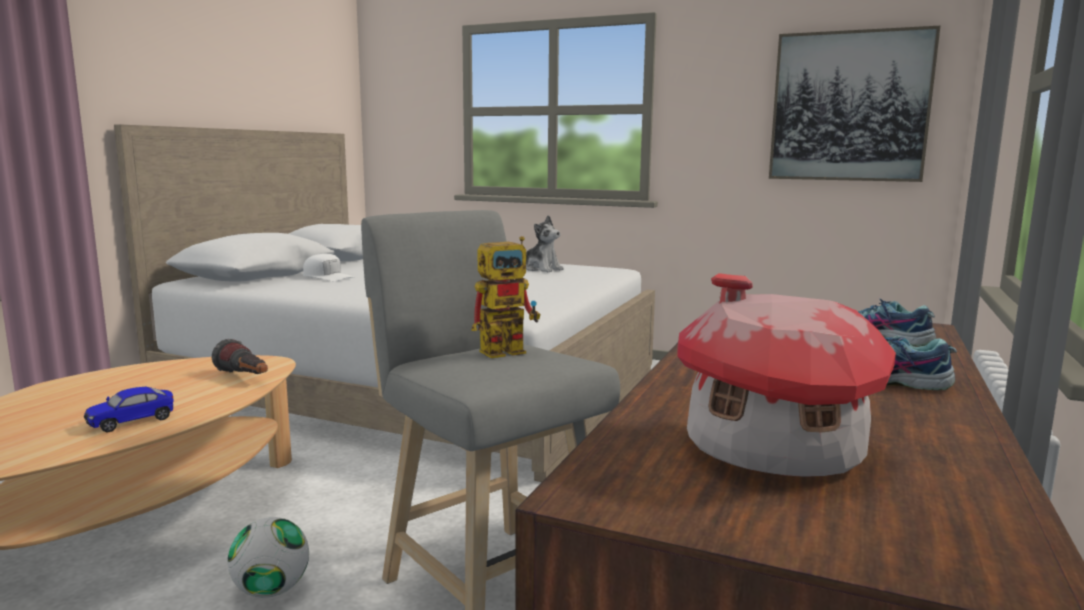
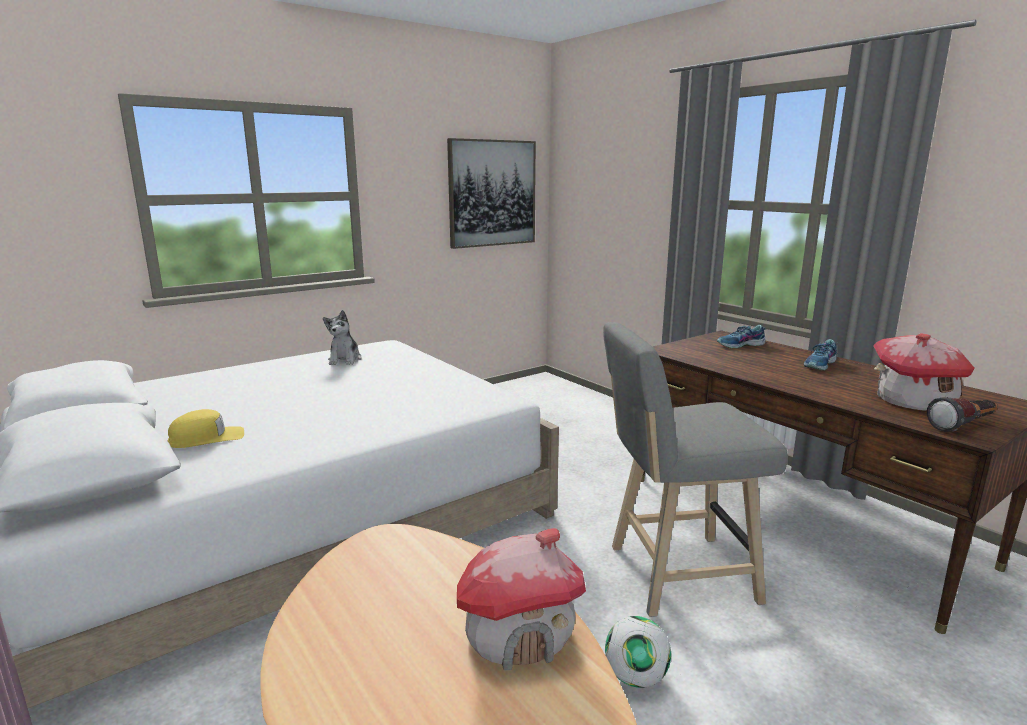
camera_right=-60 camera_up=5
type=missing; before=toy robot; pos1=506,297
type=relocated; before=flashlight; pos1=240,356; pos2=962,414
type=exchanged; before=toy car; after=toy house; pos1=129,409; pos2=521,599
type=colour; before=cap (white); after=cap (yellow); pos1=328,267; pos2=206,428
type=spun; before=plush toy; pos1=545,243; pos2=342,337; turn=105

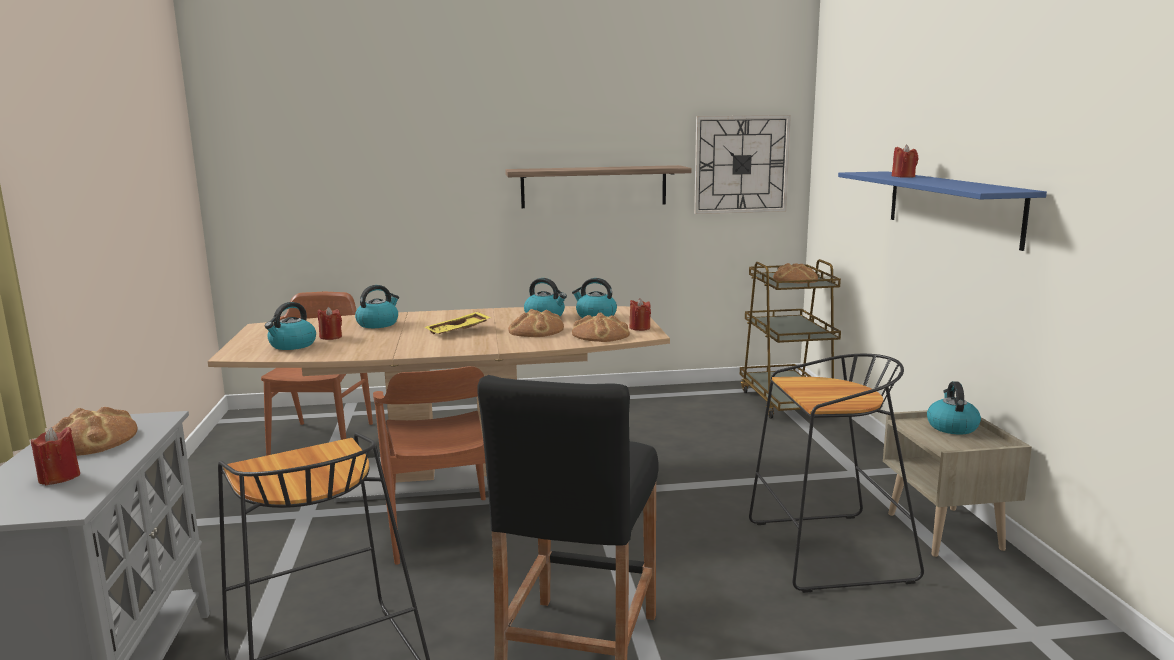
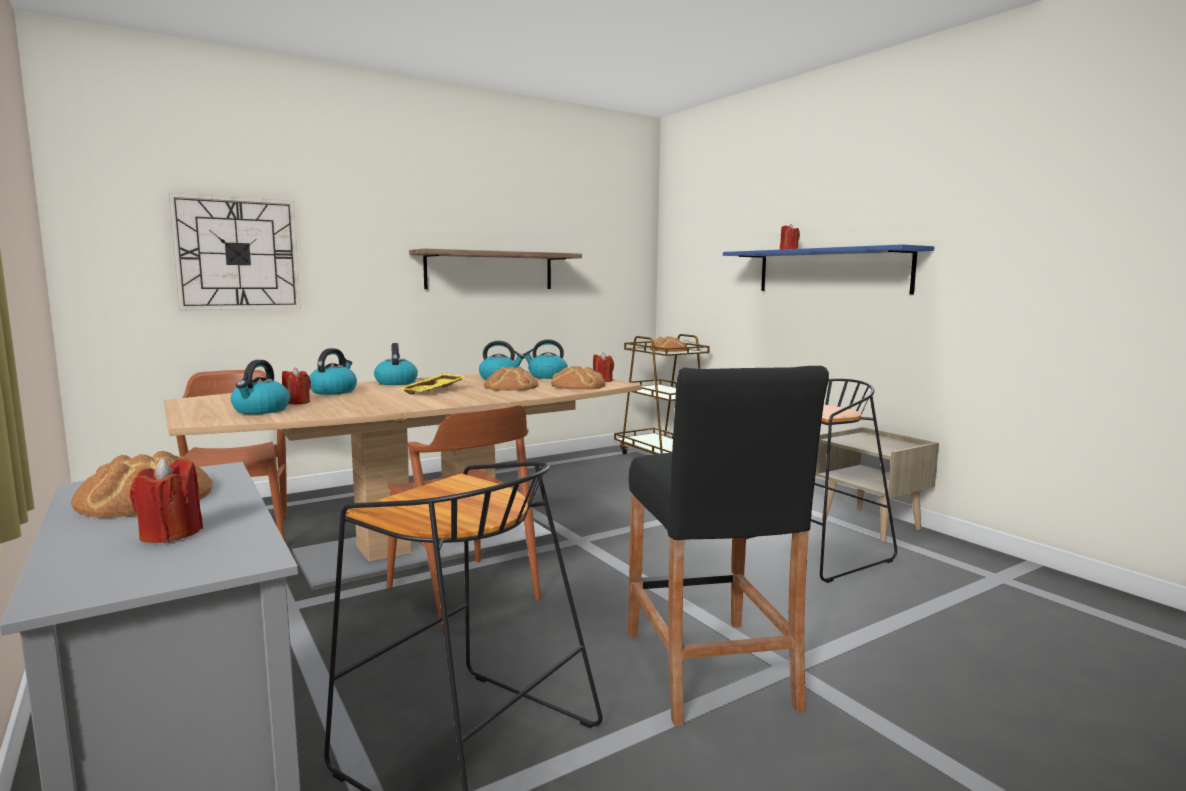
camera_right=-25 camera_up=-5
type=relocated; before=wall clock; pos1=742,164; pos2=234,251
type=relocated; before=kettle; pos1=954,407; pos2=396,364

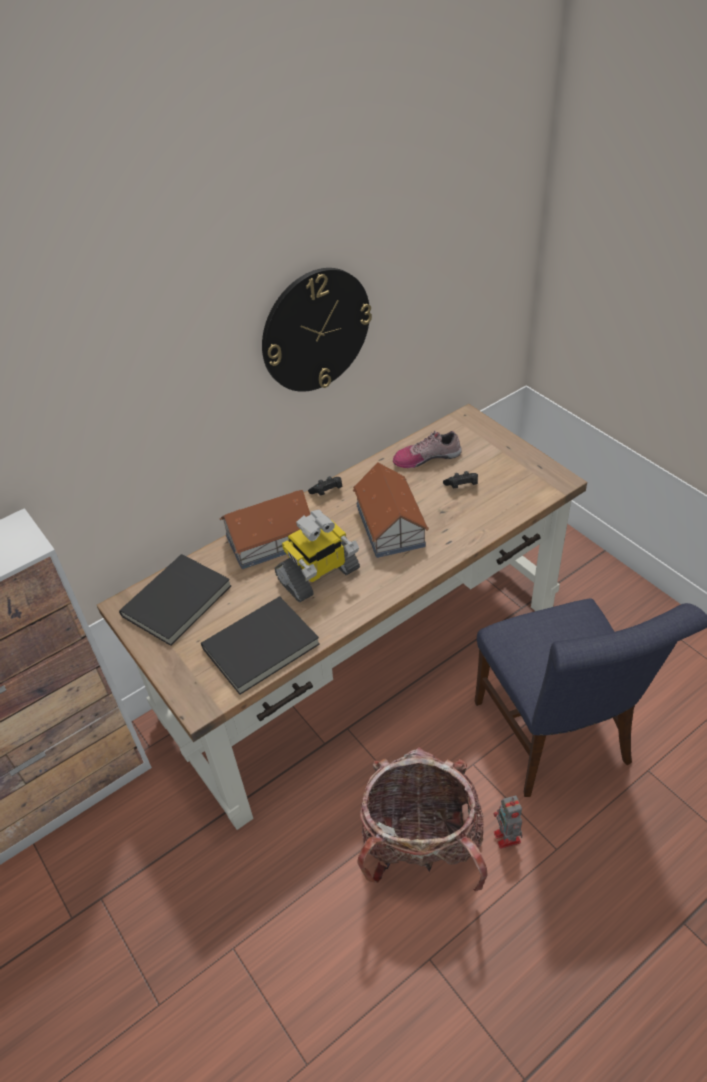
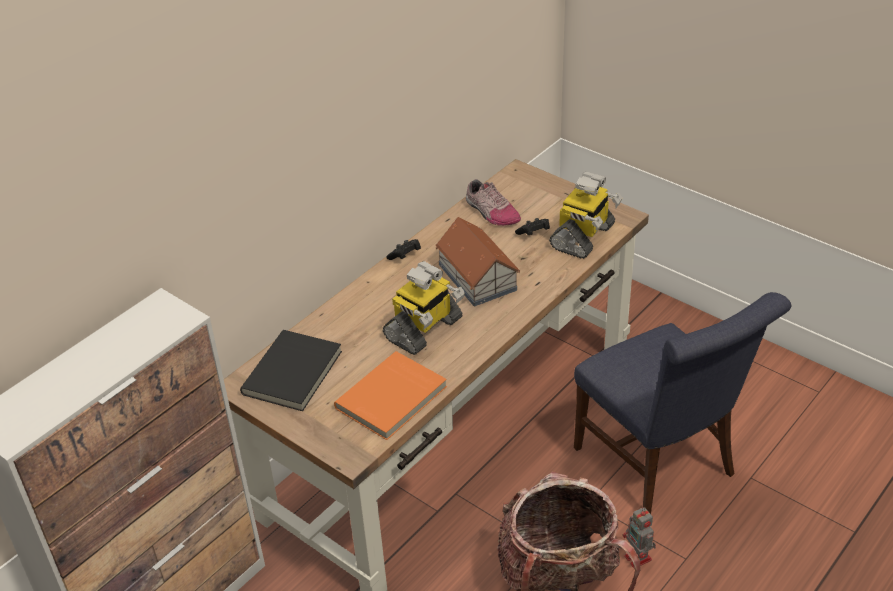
camera_right=-15 camera_up=-5
type=missing; before=toy house; pos1=264,529
type=missing; before=wall clock; pos1=317,330
type=appeared; after=toy robot; pos2=586,215
type=colour; before=book (black); after=book (orange); pos1=260,645; pos2=390,395
type=spun; before=shoe; pos1=427,449; pos2=493,202; turn=-105

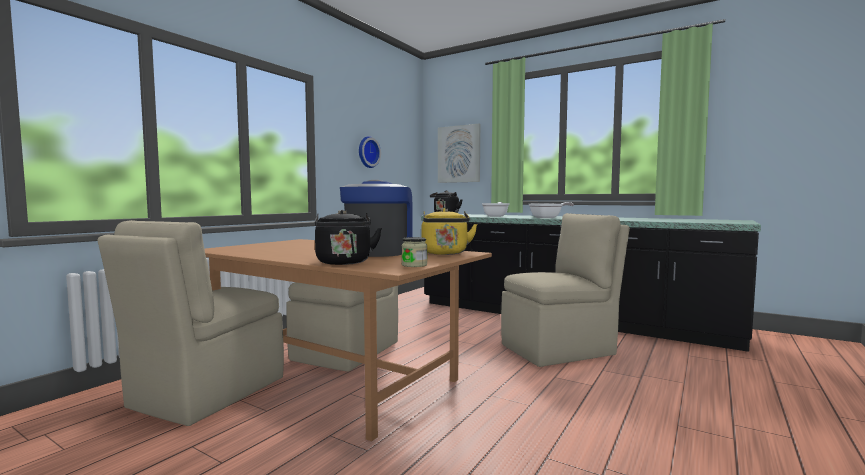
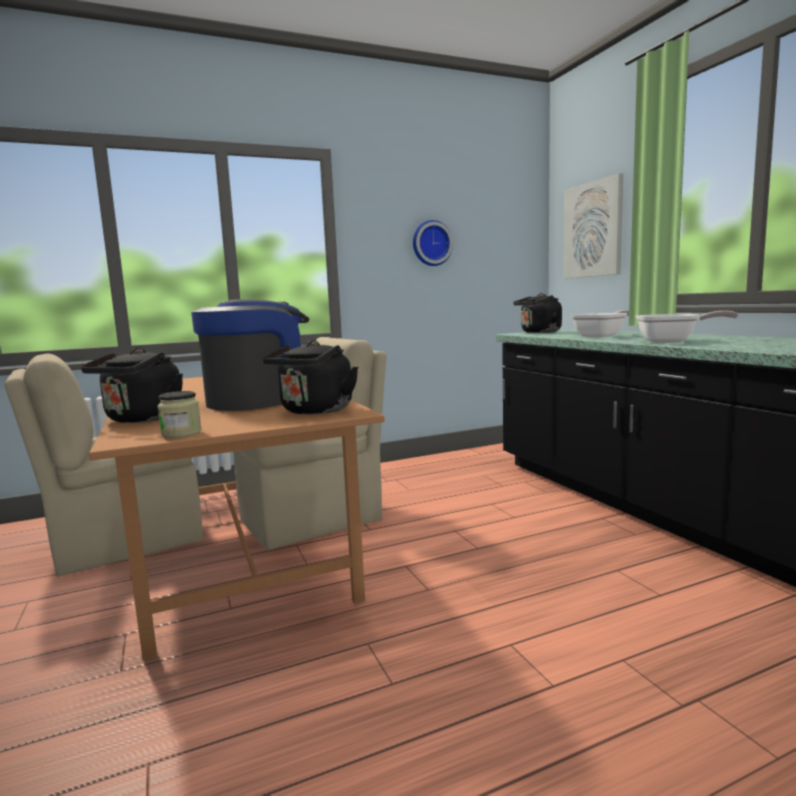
camera_right=35 camera_up=5
type=missing; before=chair (beige); pos1=565,290
type=colour; before=kettle (yellow); after=kettle (black); pos1=449,231; pos2=310,377

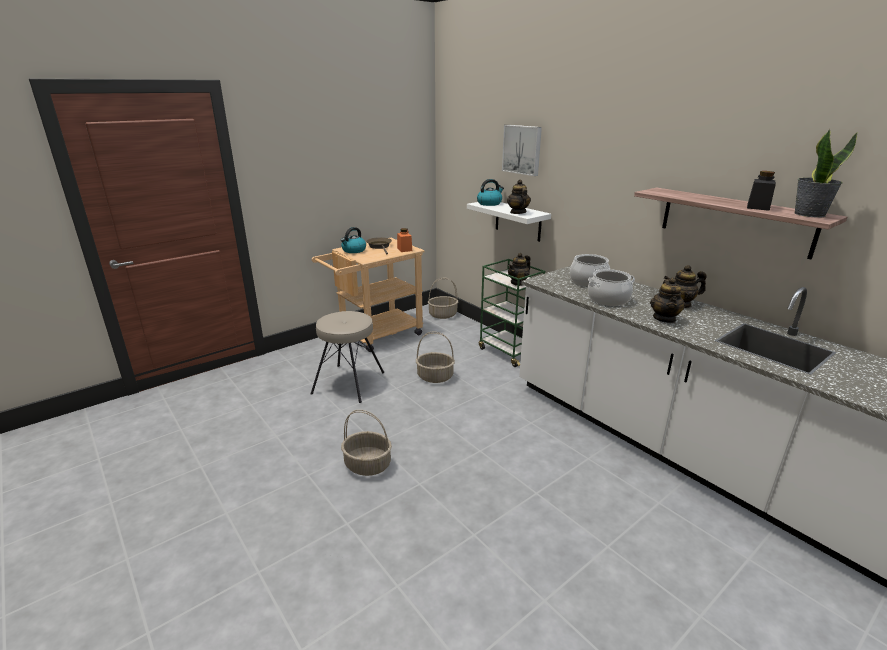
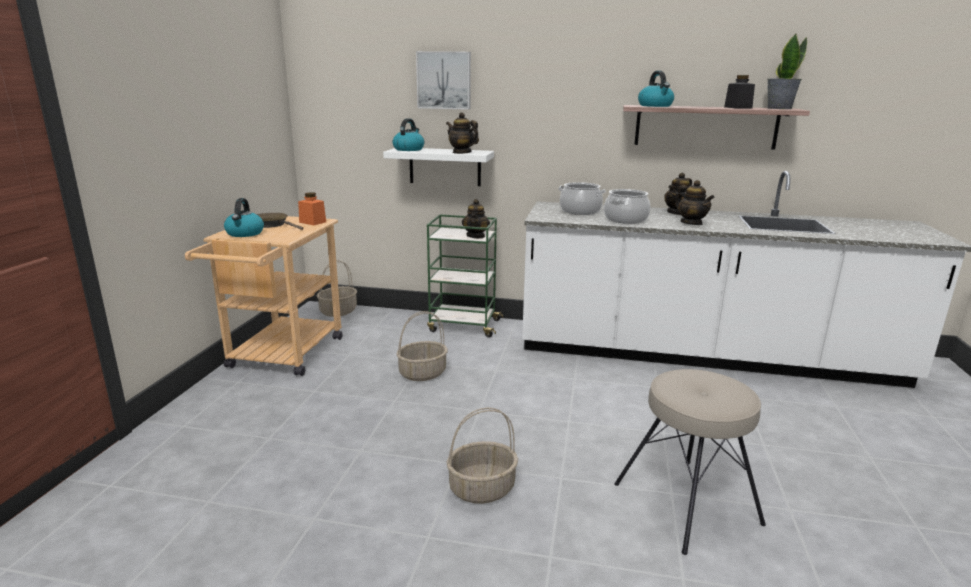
camera_right=-40 camera_up=-5
type=appeared; after=kettle; pos2=656,89
type=relocated; before=stool (beige); pos1=348,357; pos2=690,462

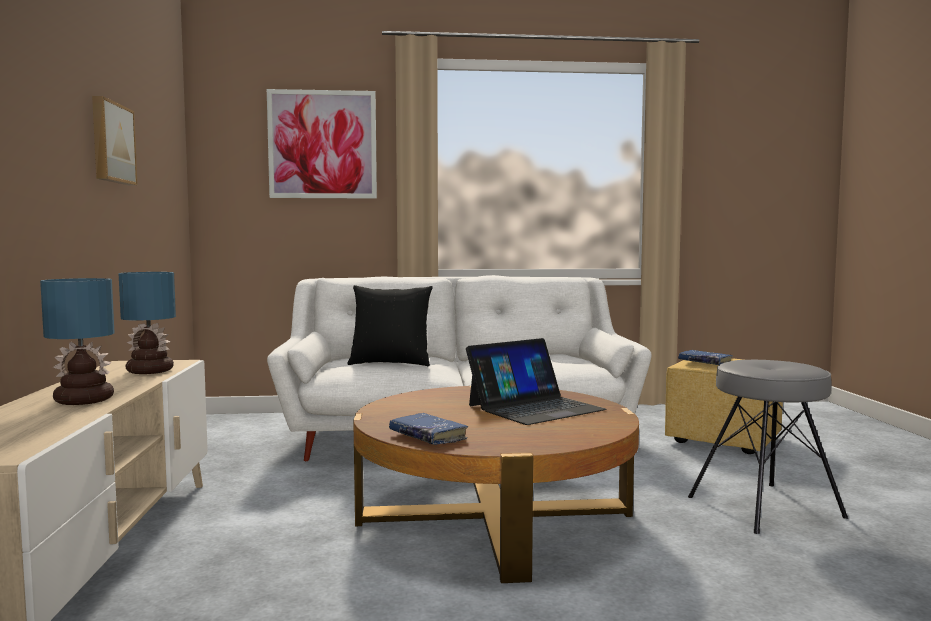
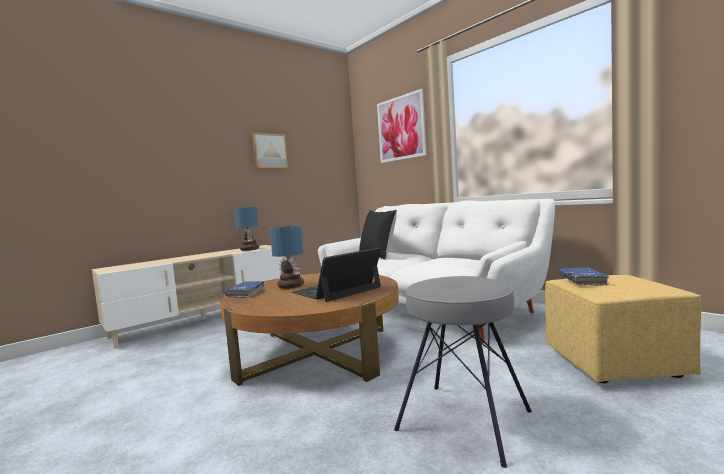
camera_right=55 camera_up=0
type=relocated; before=table lamp; pos1=77,341; pos2=287,257
type=spun; before=laptop; pos1=536,381; pos2=336,274; turn=120

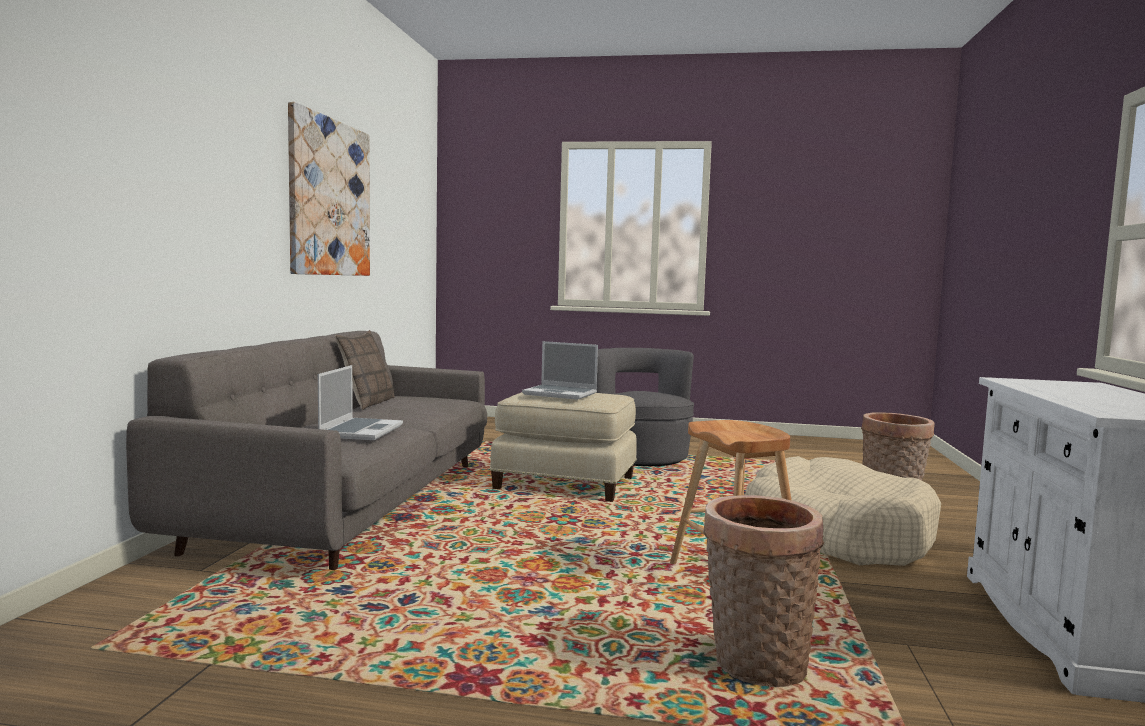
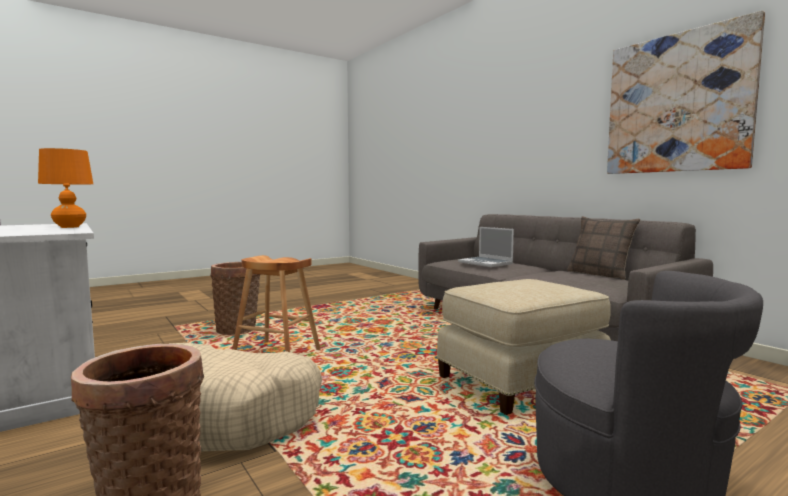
camera_right=135 camera_up=0
type=missing; before=laptop; pos1=560,370
type=appeared; after=table lamp (orange); pos2=65,188

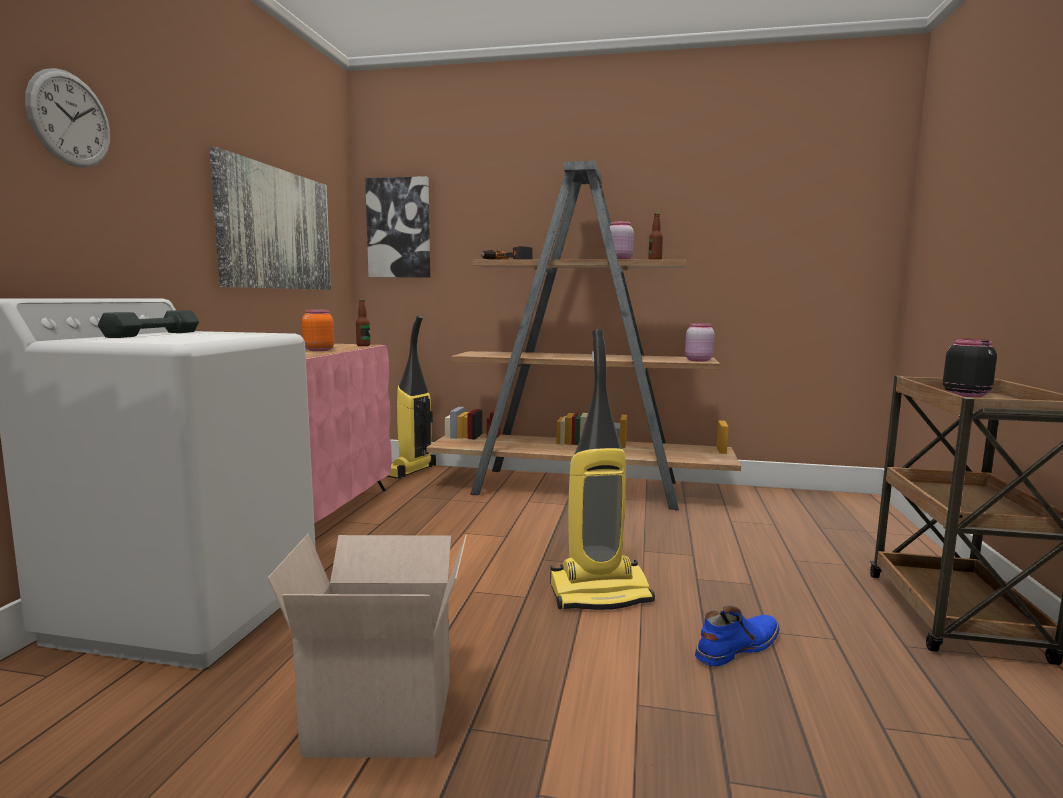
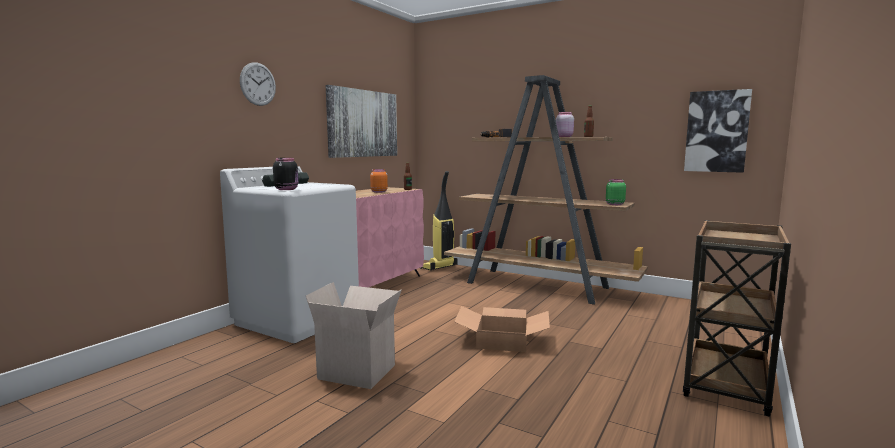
camera_right=20 camera_up=0
type=missing; before=boot (blue); pos1=737,636
type=relocated; before=picture; pos1=397,226; pos2=718,131
type=relocated; before=jar (black); pos1=970,368; pos2=285,174
type=exchanged; before=vacuum cleaner; after=cardboard box; pos1=602,469; pos2=502,329
type=colour; before=jar (pink); after=jar (green); pos1=700,342; pos2=616,192

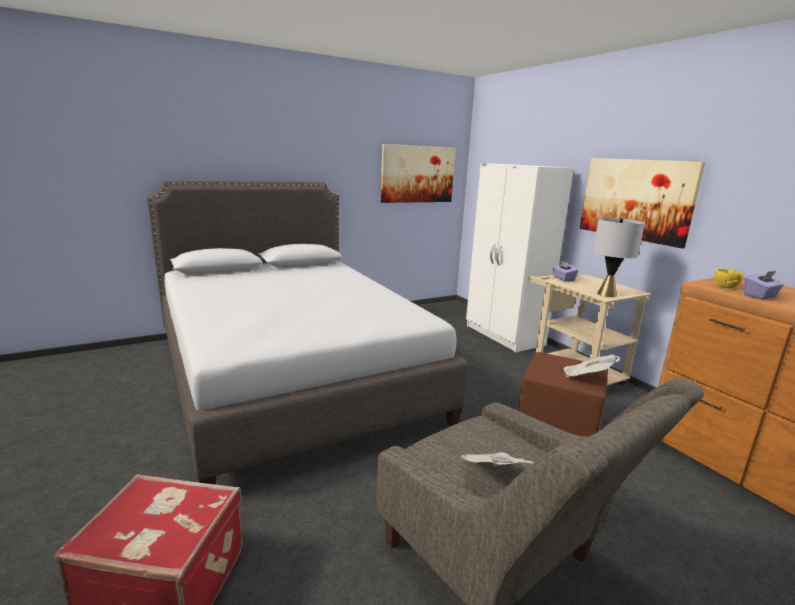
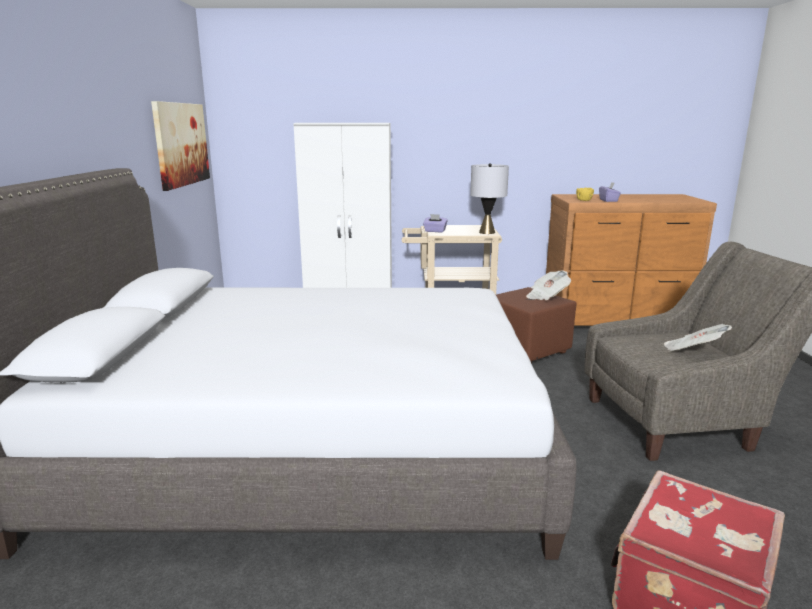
camera_right=-60 camera_up=0
type=missing; before=picture; pos1=642,203

